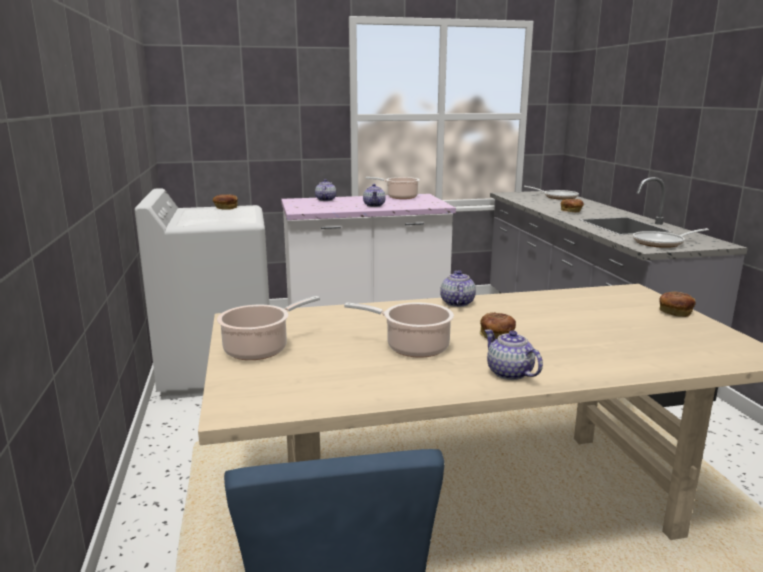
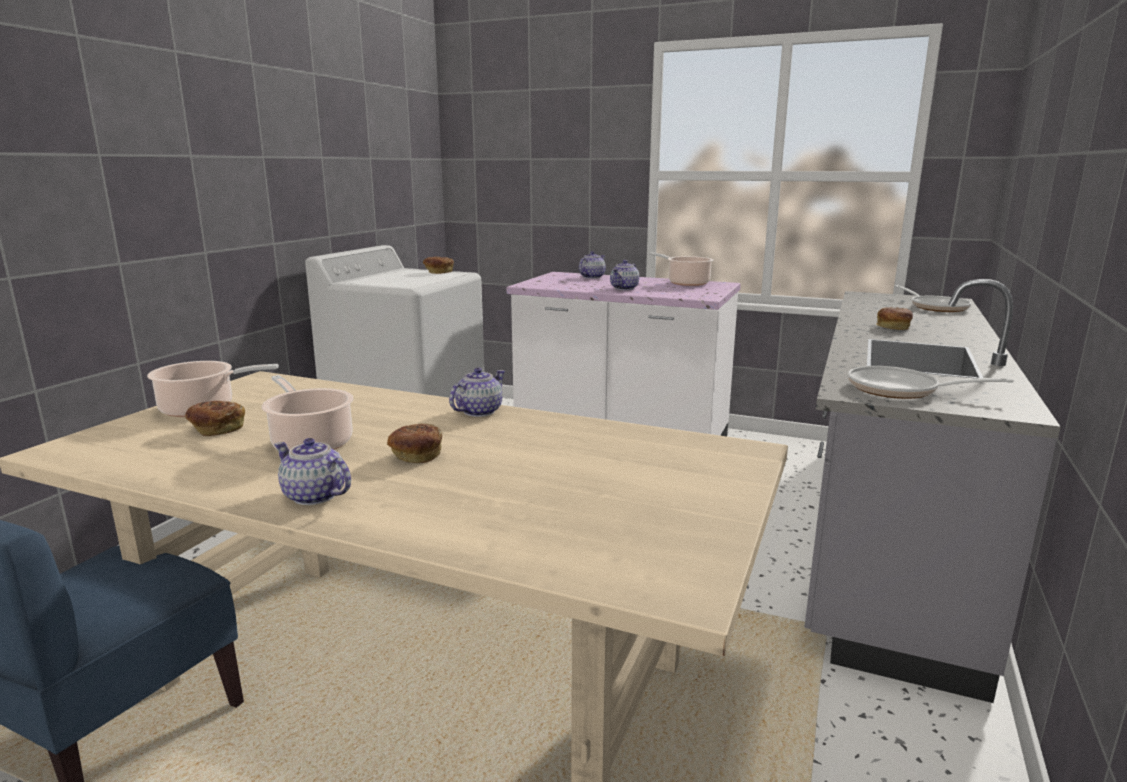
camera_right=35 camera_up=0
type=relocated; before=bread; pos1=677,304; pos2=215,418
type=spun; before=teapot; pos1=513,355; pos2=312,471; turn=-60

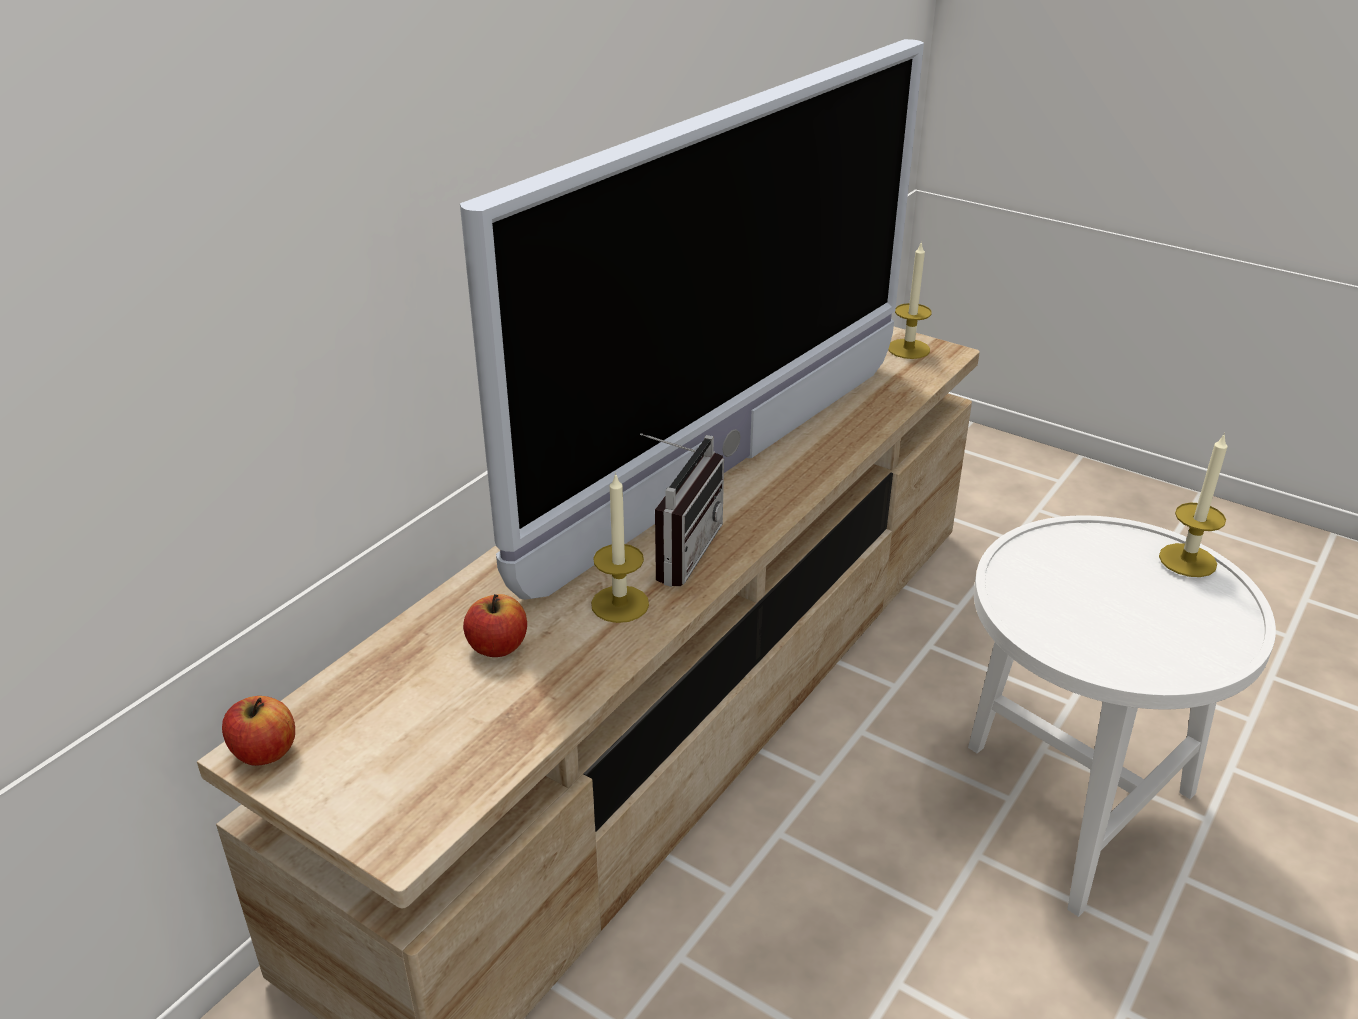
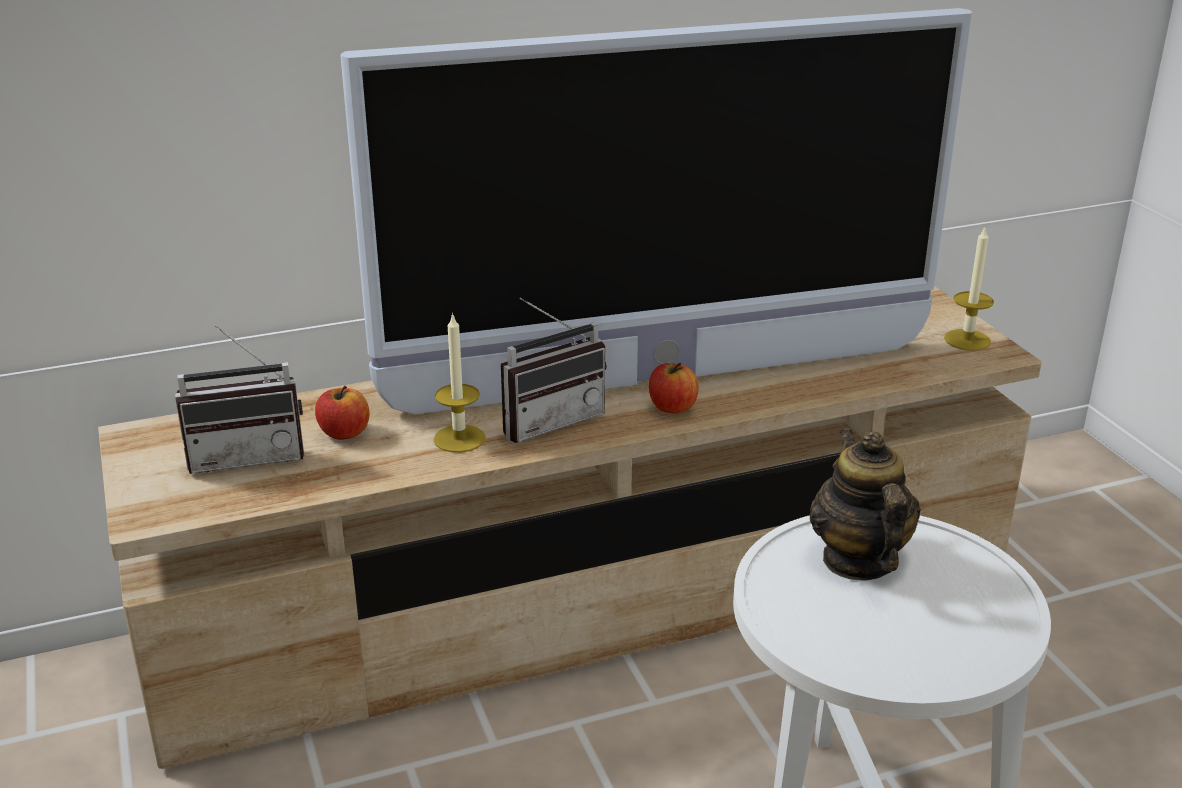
camera_right=35 camera_up=-5
type=missing; before=candle; pos1=1193,505
type=appeared; after=radio; pos2=239,399
type=appeared; after=teapot; pos2=865,504
type=relocated; before=apple; pos1=258,731; pos2=673,388

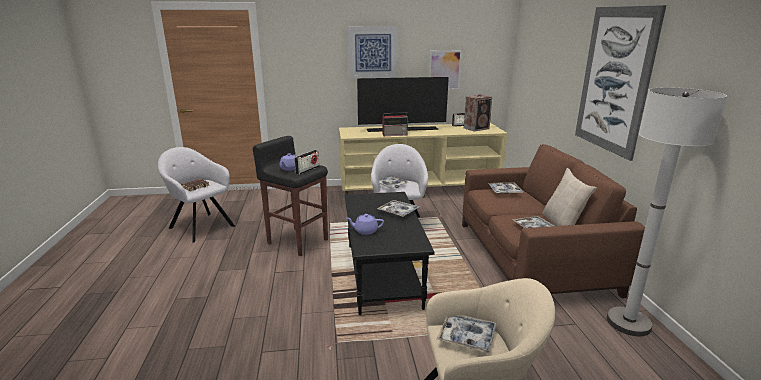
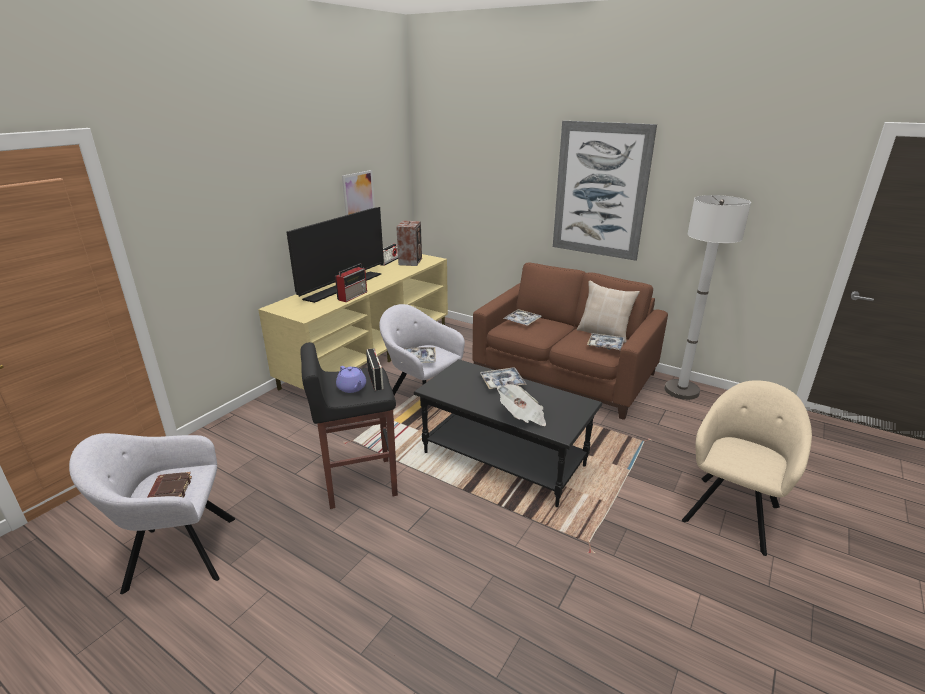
camera_right=-50 camera_up=5
type=missing; before=picture; pos1=373,52
type=missing; before=tray; pos1=467,334
type=exchanged; before=teapot (purple); after=newspaper; pos1=365,224; pos2=521,405

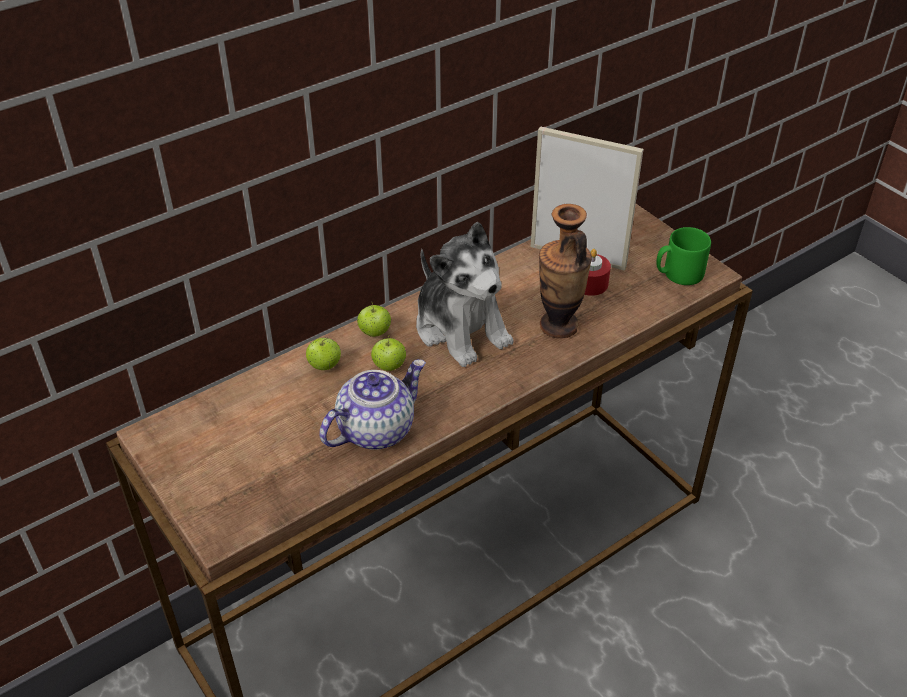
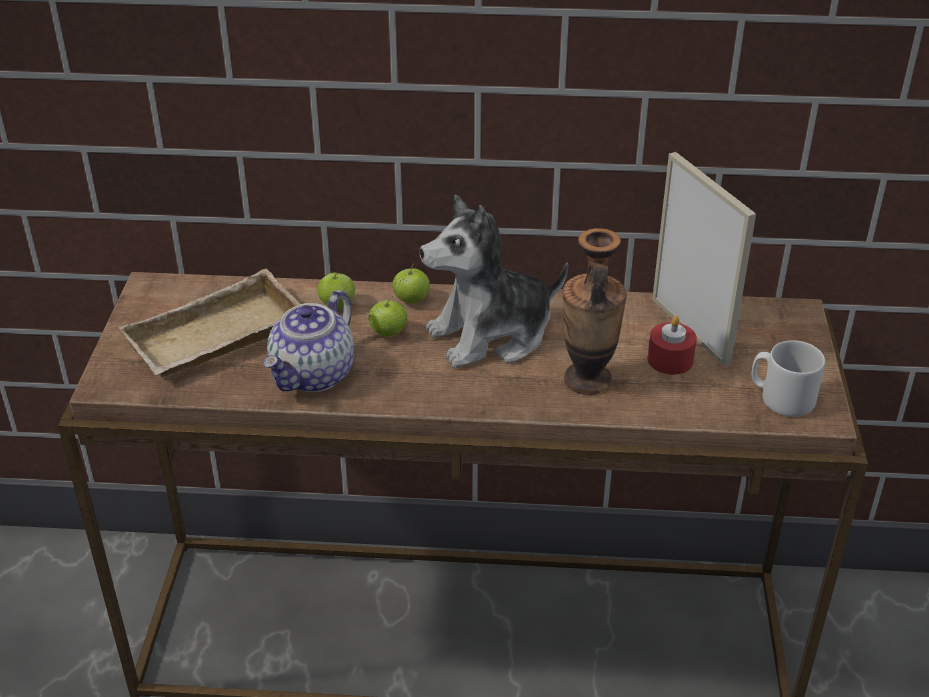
camera_right=40 camera_up=-5
type=appeared; after=tray (beige); pos2=210,323
type=colour; before=mug (green); after=mug (grey); pos1=683,256; pos2=788,378
type=spun; before=teapot; pos1=372,404; pos2=309,341; turn=120
type=spun; before=plush toy; pos1=464,294; pos2=494,281; turn=60

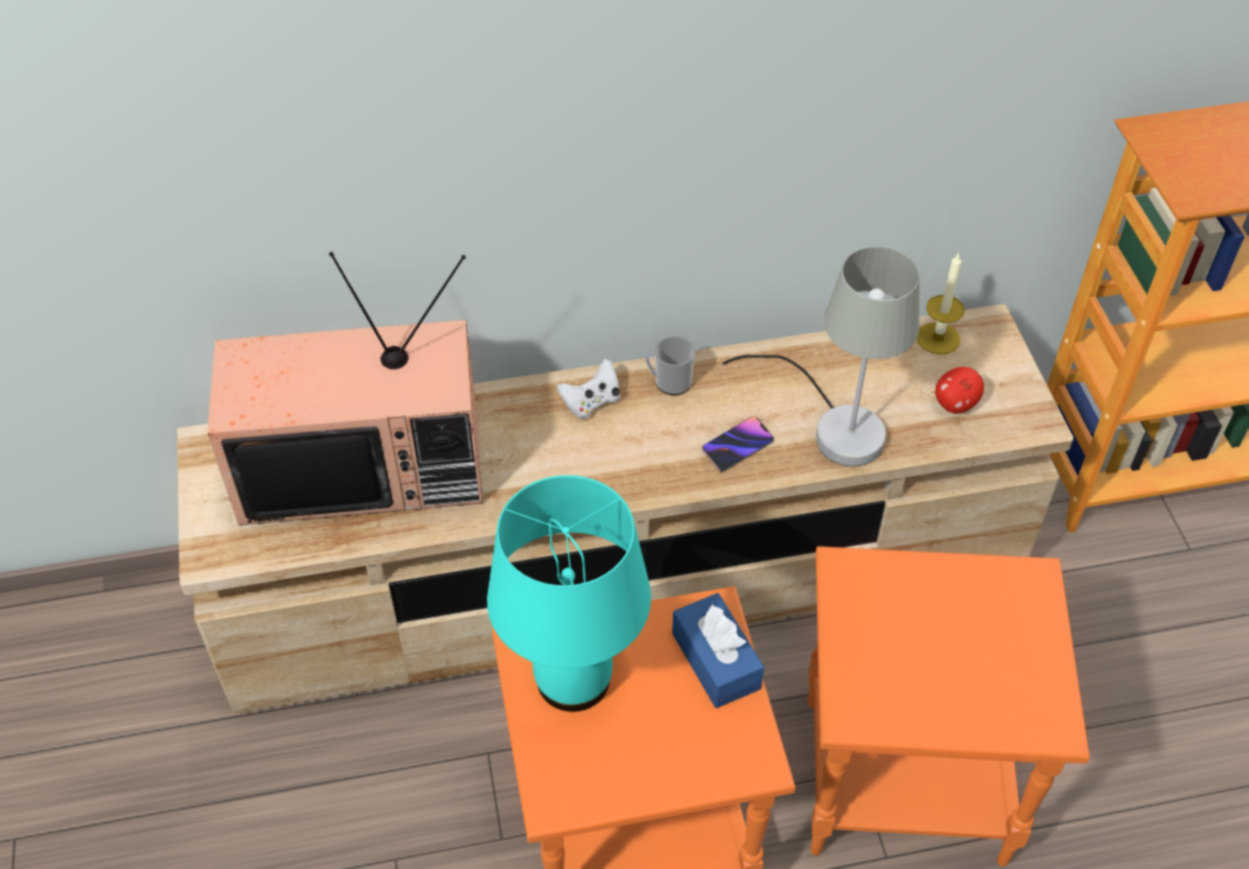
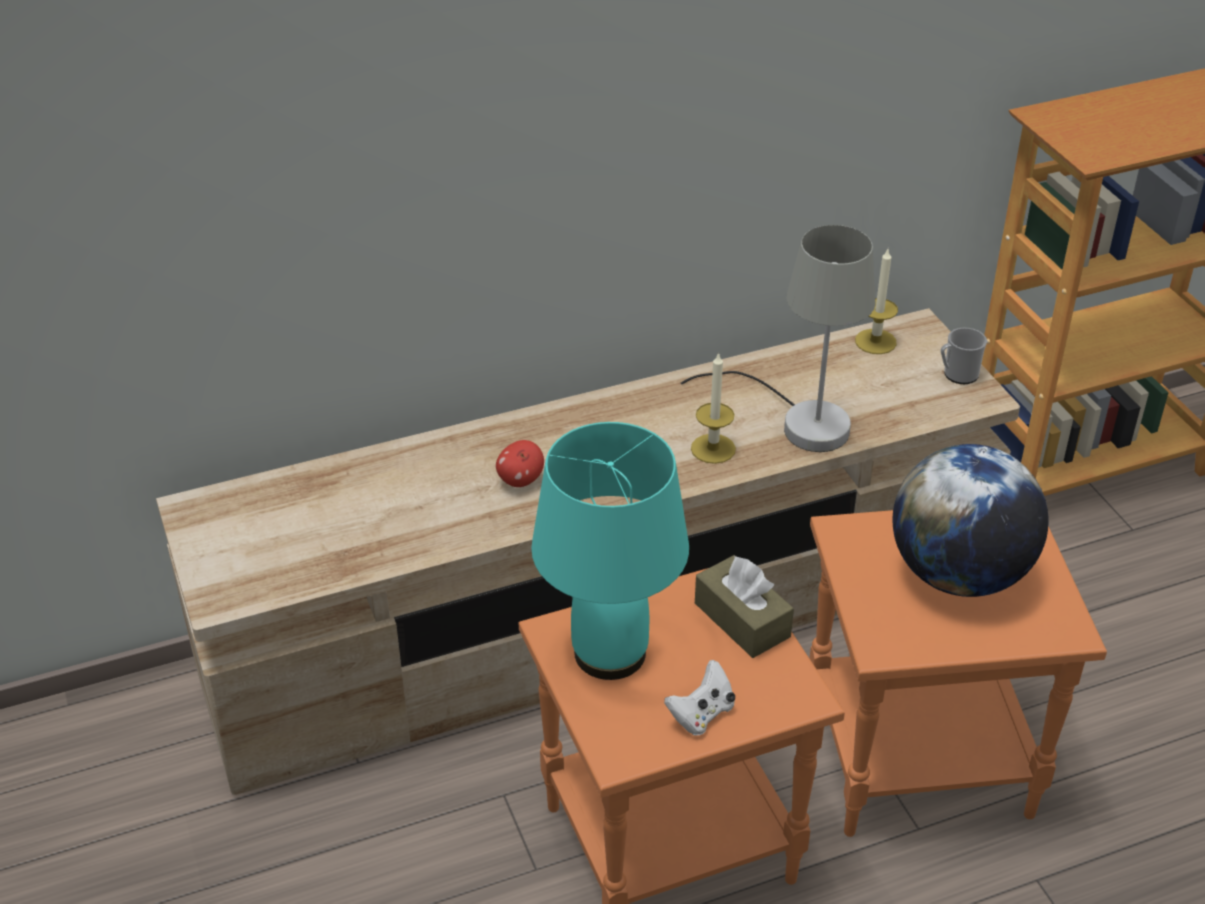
camera_right=-10 camera_up=-10
type=missing; before=television; pos1=345,388
type=appeared; after=globe; pos2=970,520
type=relocated; before=game controller (white); pos1=588,389; pos2=699,698
type=relocated; before=mug; pos1=670,365; pos2=964,356
type=relocated; before=apple; pos1=959,390; pos2=520,463
type=exchanged; before=phone; after=candle; pos1=738,444; pos2=713,408
type=colour; before=tissue box (blue); after=tissue box (brown); pos1=718,650; pos2=744,606

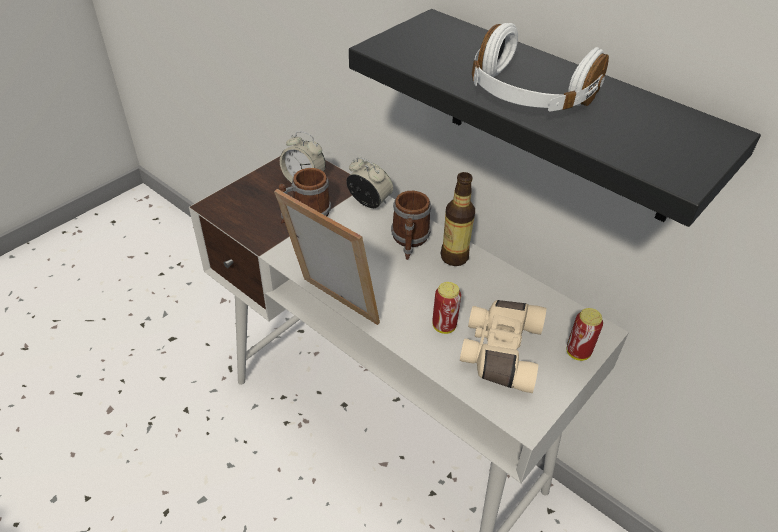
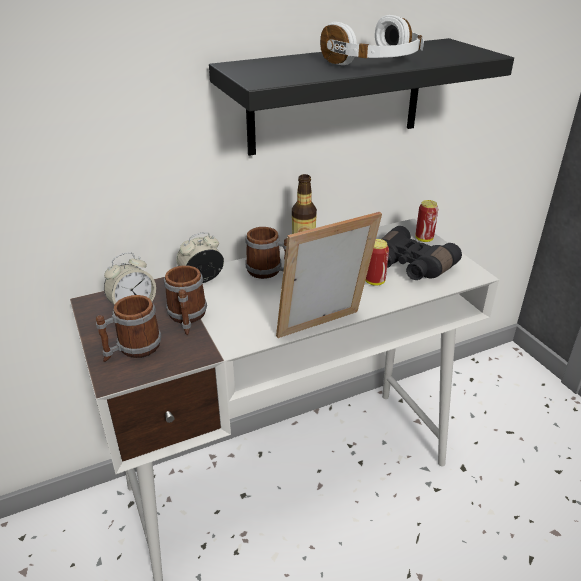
camera_right=-65 camera_up=-10
type=appeared; after=mug; pos2=128,328
type=colour; before=binoculars (beige); after=binoculars (black); pos1=503,346; pos2=422,253

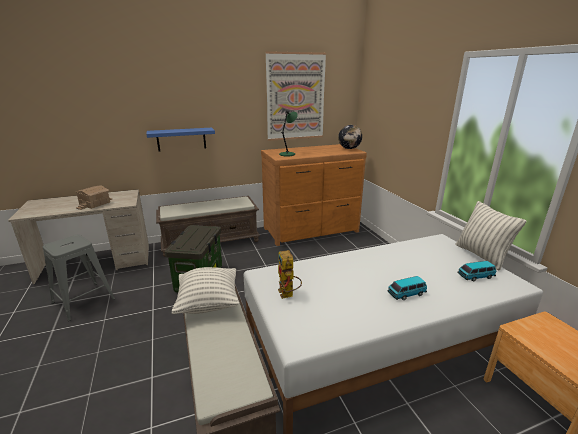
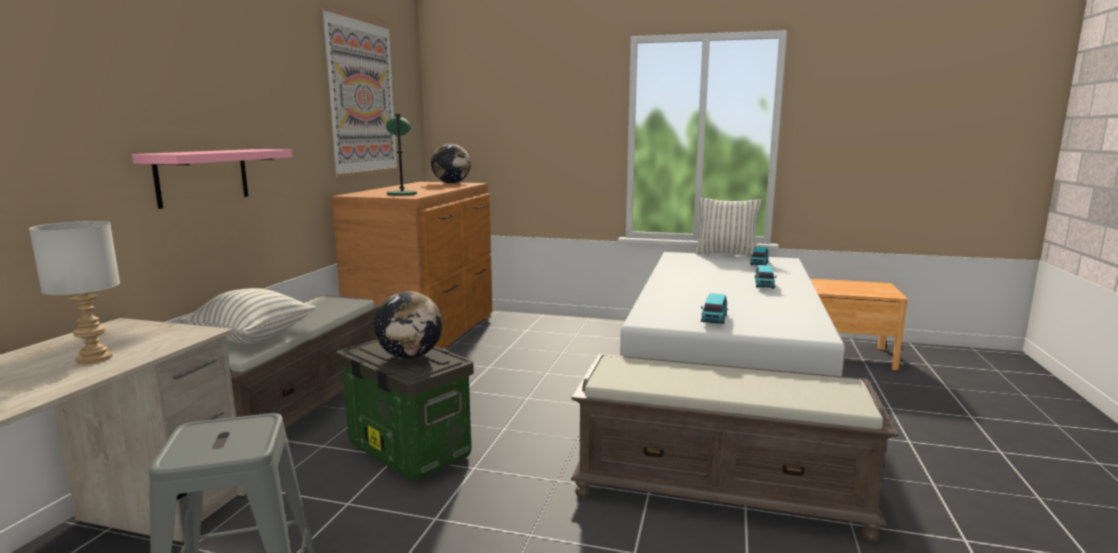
camera_right=-55 camera_up=-10
type=appeared; after=globe; pos2=408,325
type=relocated; before=pillow; pos1=205,290; pos2=248,316
type=exchanged; before=toy house; after=table lamp (grey); pos1=94,197; pos2=74,292
type=exchanged; before=toy robot; after=toy car; pos1=290,274; pos2=714,308
type=colour; before=shelf (blue); after=shelf (pink); pos1=180,140; pos2=212,179

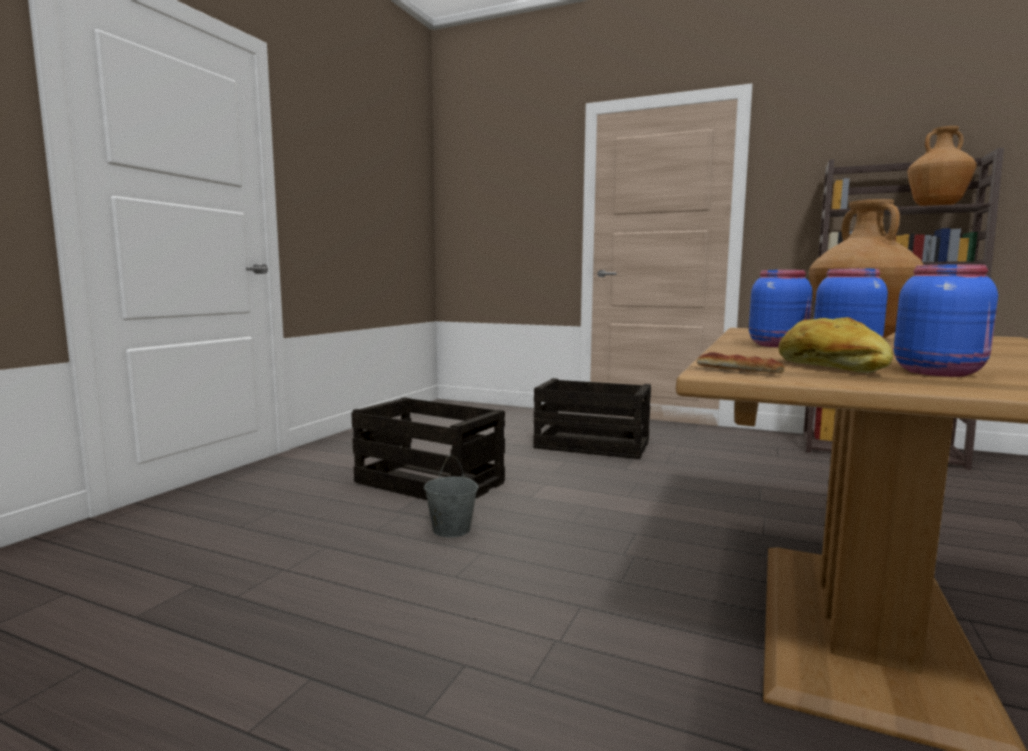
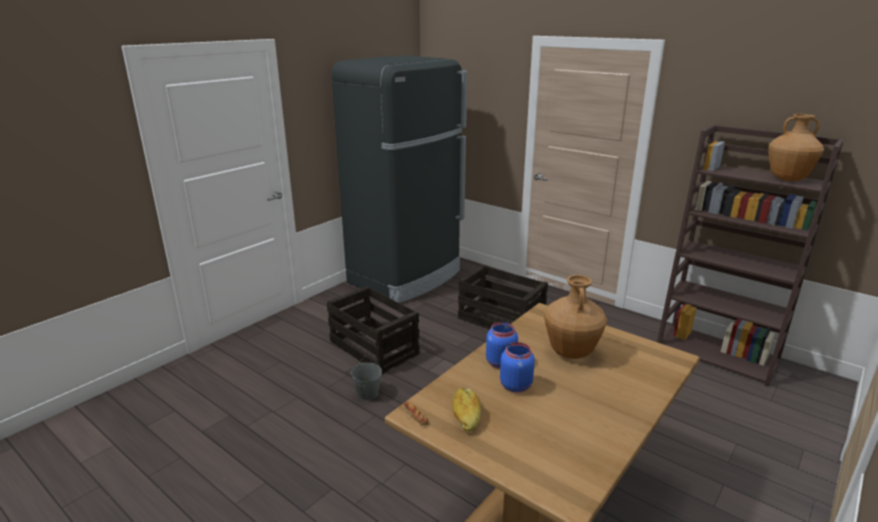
camera_right=15 camera_up=15
type=missing; before=jar (blue); pos1=946,320
type=appeared; after=fridge (black); pos2=399,179

